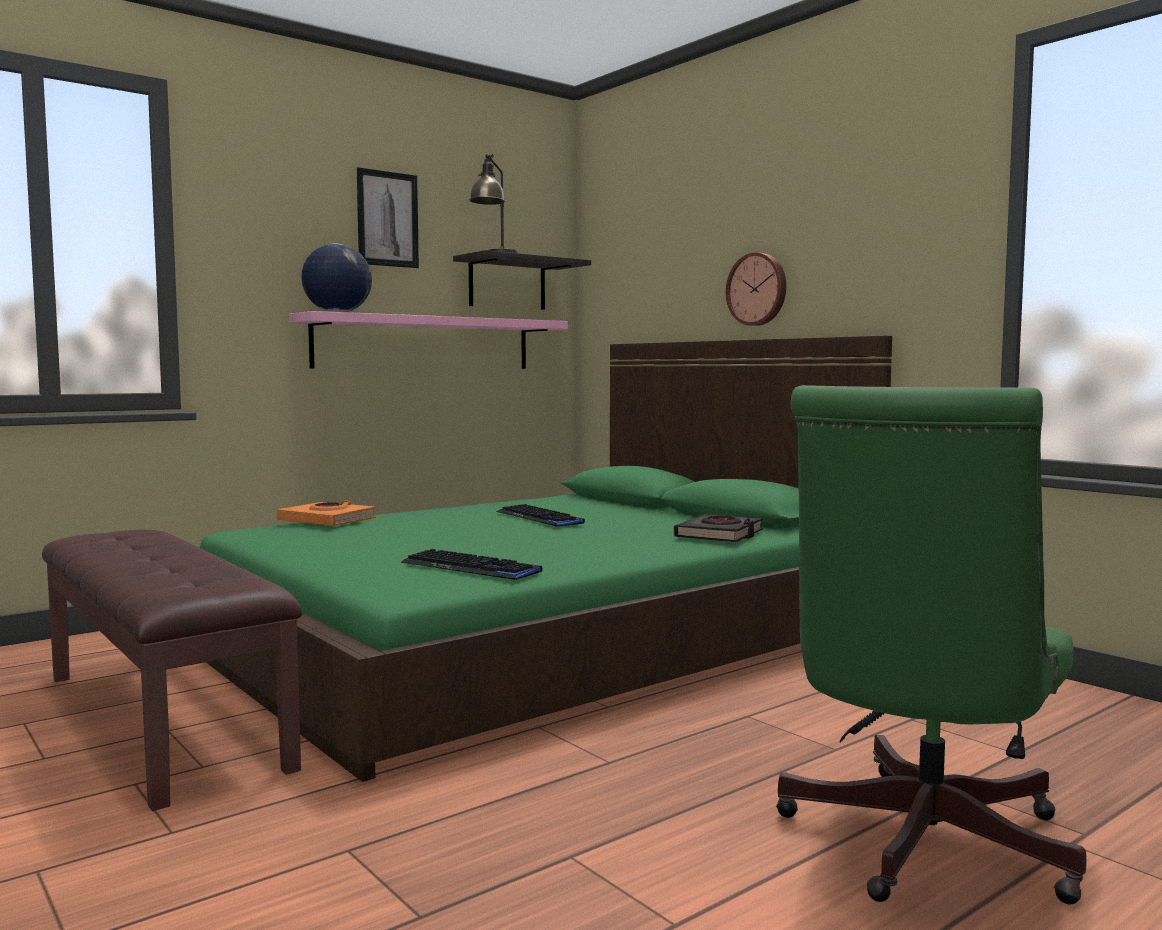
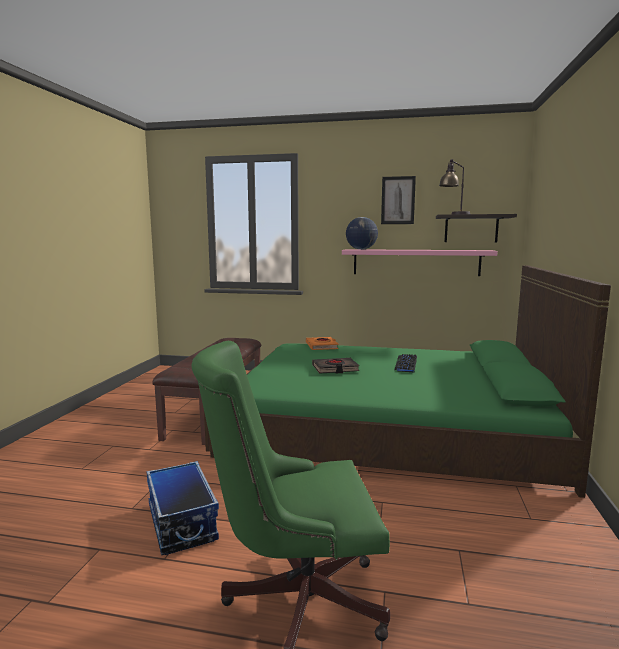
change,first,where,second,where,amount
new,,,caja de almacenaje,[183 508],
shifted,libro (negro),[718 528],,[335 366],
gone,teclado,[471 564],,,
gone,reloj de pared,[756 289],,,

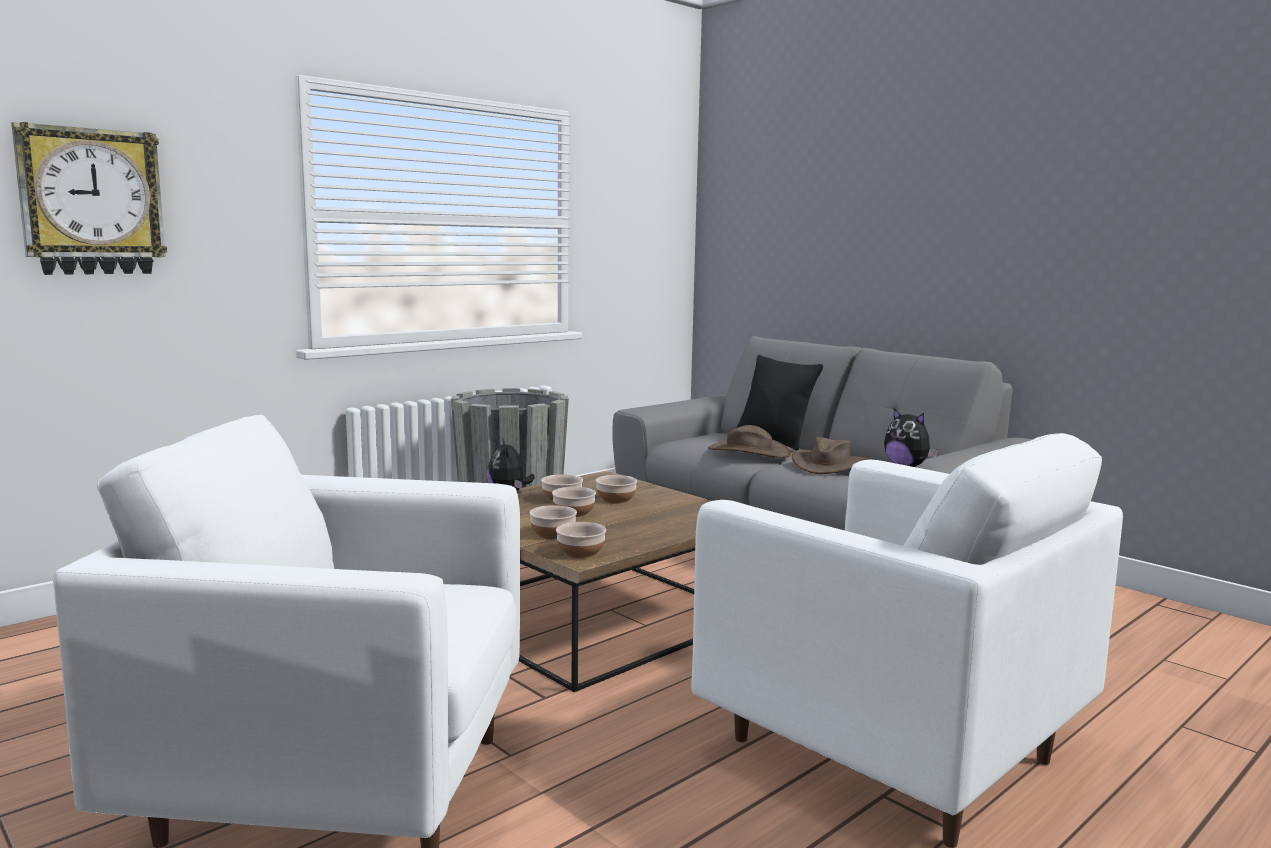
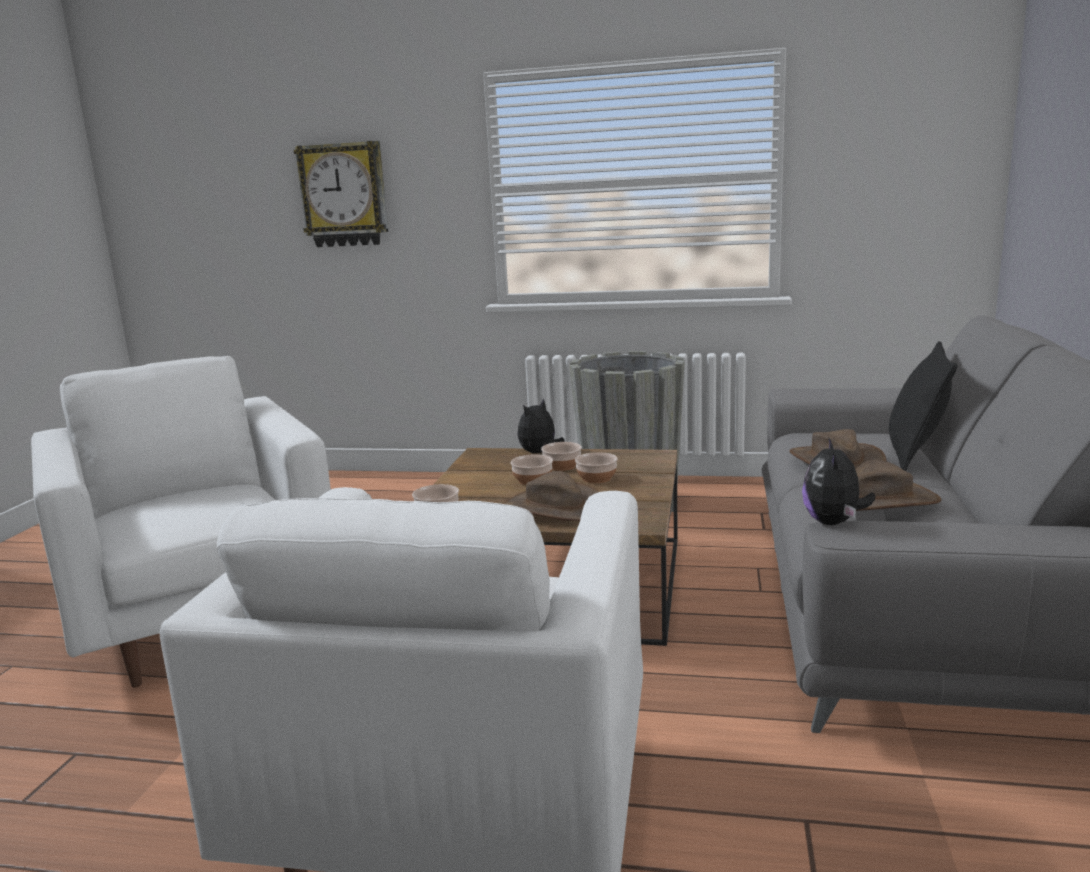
change,first,where,second,where,amount
new,,,sombrero (marrón),[551 496],
gone,cuenco,[553 522],,,

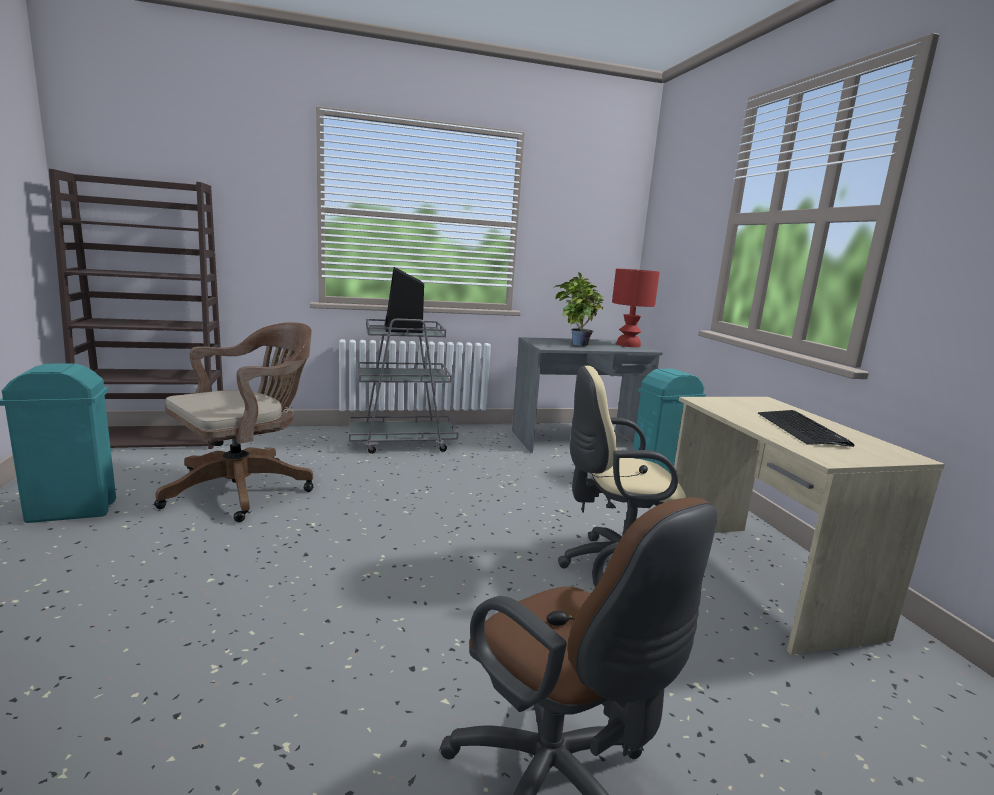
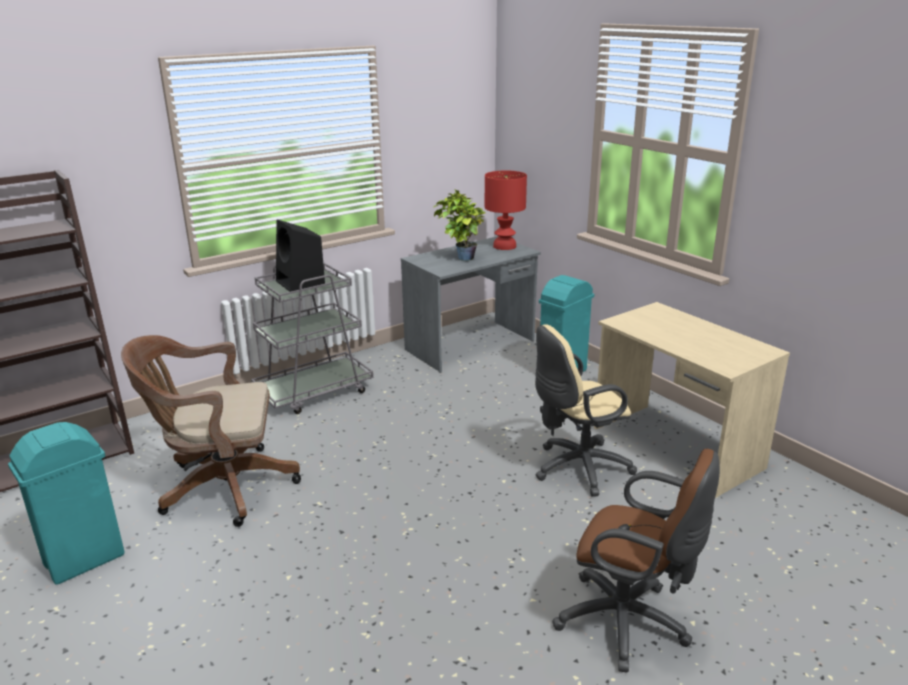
change,first,where,second,where,amount
rotated,silla de oficina (marrón),[233 422],,[211 431],120 degrees counterclockwise
gone,teclado,[806 428],,,

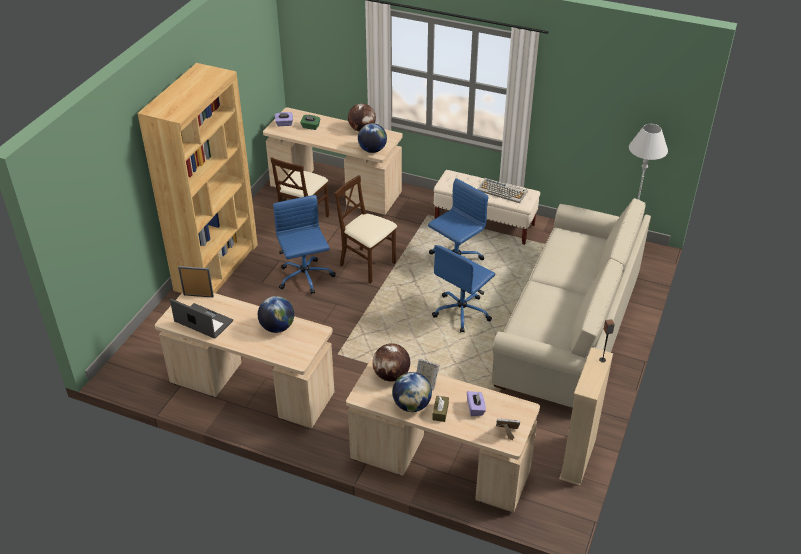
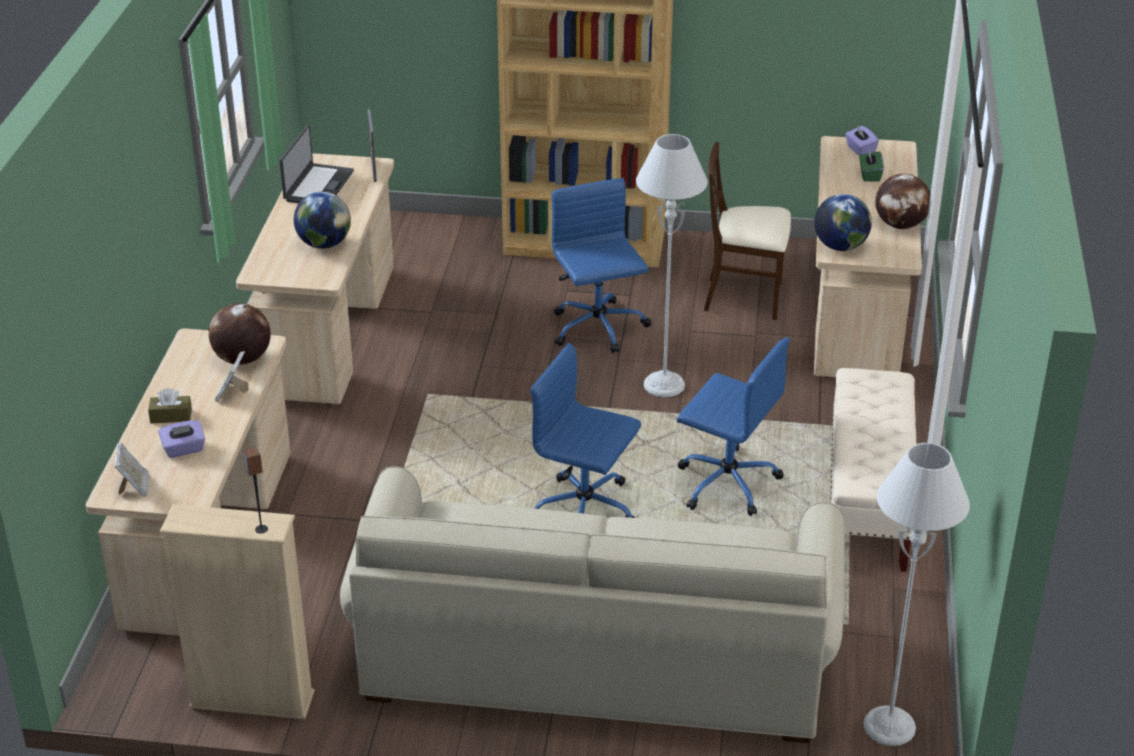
change,first,where,second,where,amount
rotated,silla de oficina (azul),[304 244],,[601 265],75 degrees counterclockwise
swapped,silla (beis),[366 229],lámpara de pie (gris),[672 265],
gone,globo terráqueo,[412 392],,,
gone,teclado,[503 190],,,

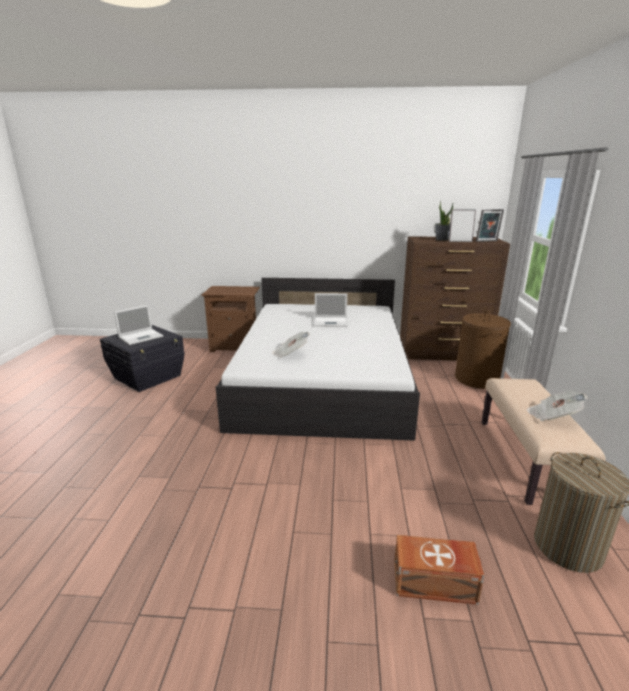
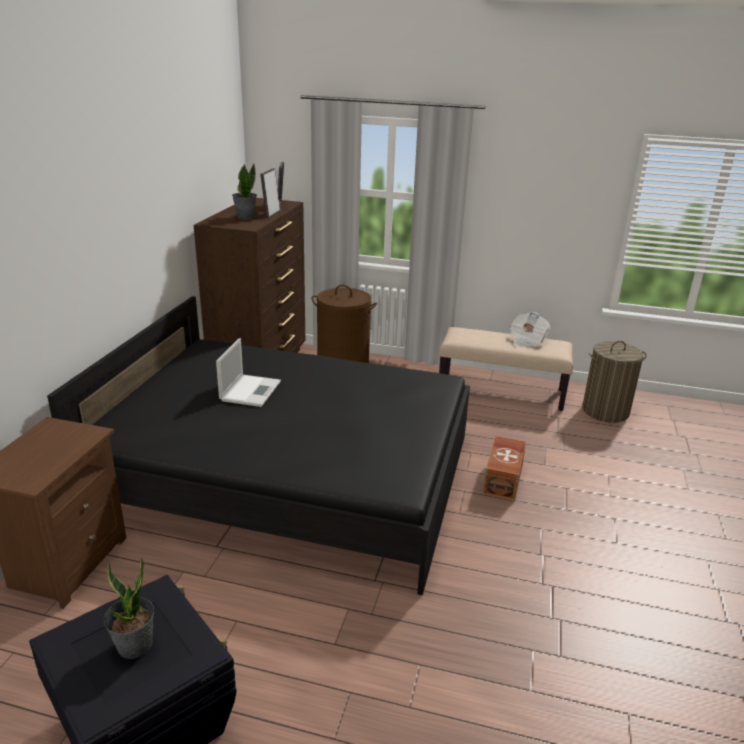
change,first,where,second,where,amount
repainted,cama (blanco),[318 359],cama (negro),[258 445],
swapped,portátil,[138 325],planta en maceta,[129 608],
shifted,caja de almacenaje (marrón),[439 570],,[504 469],
gone,periódico,[291 345],,,

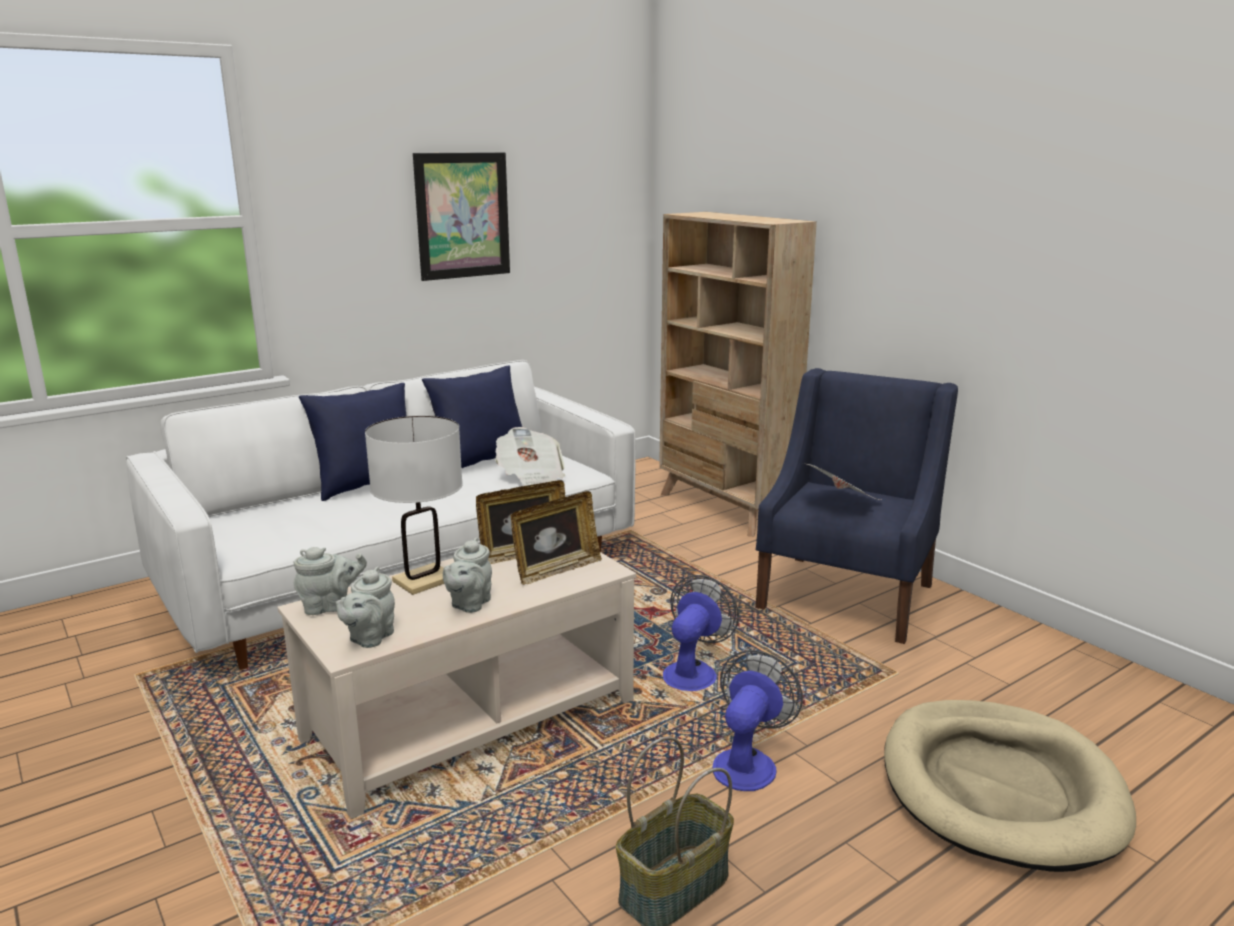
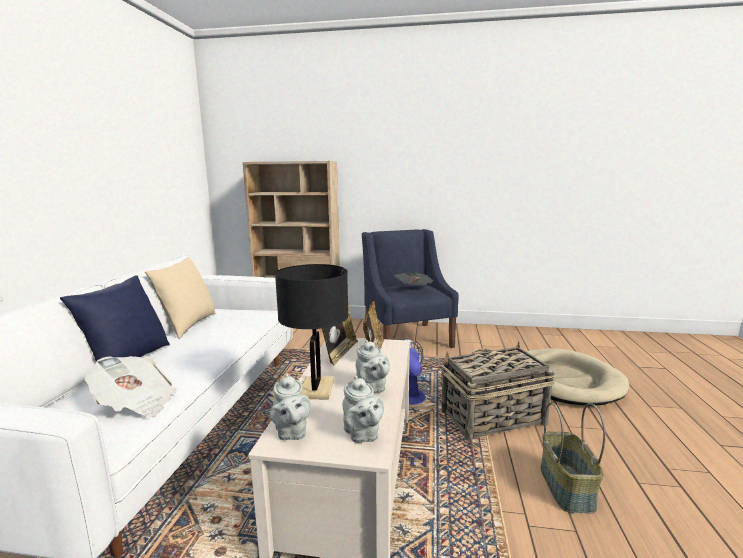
change,first,where,second,where,amount
shifted,periódico,[530 456],,[131 386],
repainted,cojín (azul),[472 417],cojín (beis),[180 298],
rotated,tetera (gris),[330 581],,[290 406],135 degrees clockwise
repainted,lámpara de mesa (blanco),[414 505],lámpara de mesa (negro),[311 332],
swapped,ventilador,[758 720],cesta,[498 391],
gone,cuadro,[461 216],,,

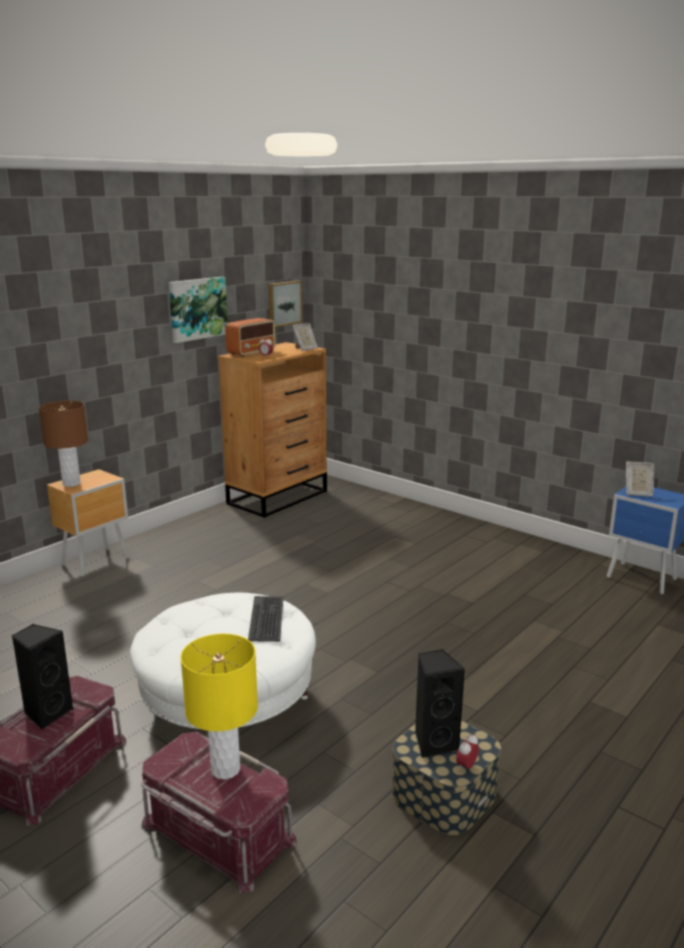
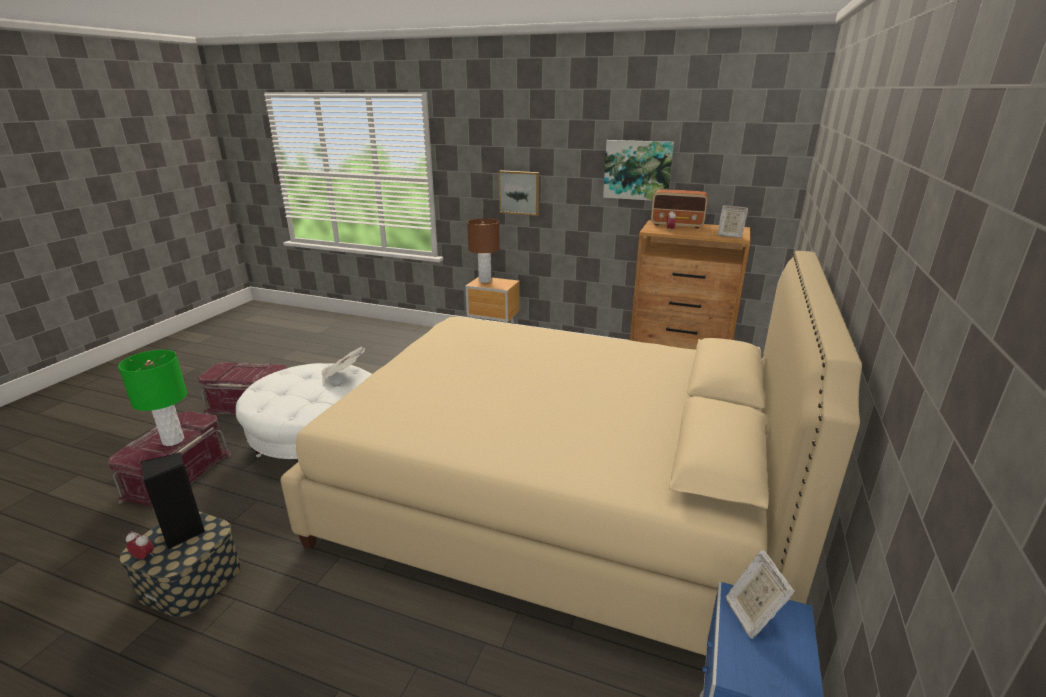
change,first,where,second,where,amount
repainted,lámpara de mesa (amarillo),[219 707],lámpara de mesa (verde),[152 398],
new,,,cama (beis),[571 453],
new,,,periódico,[343 363],
shifted,cuadro,[285 304],,[518 193],
gone,altavoz (negro),[43 677],,,
gone,teclado,[266 619],,,

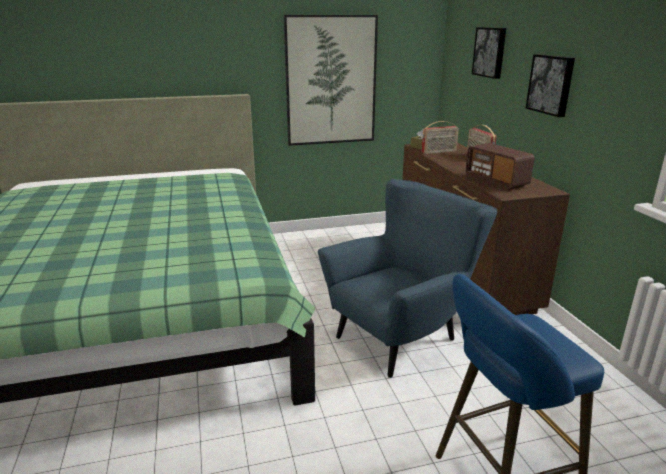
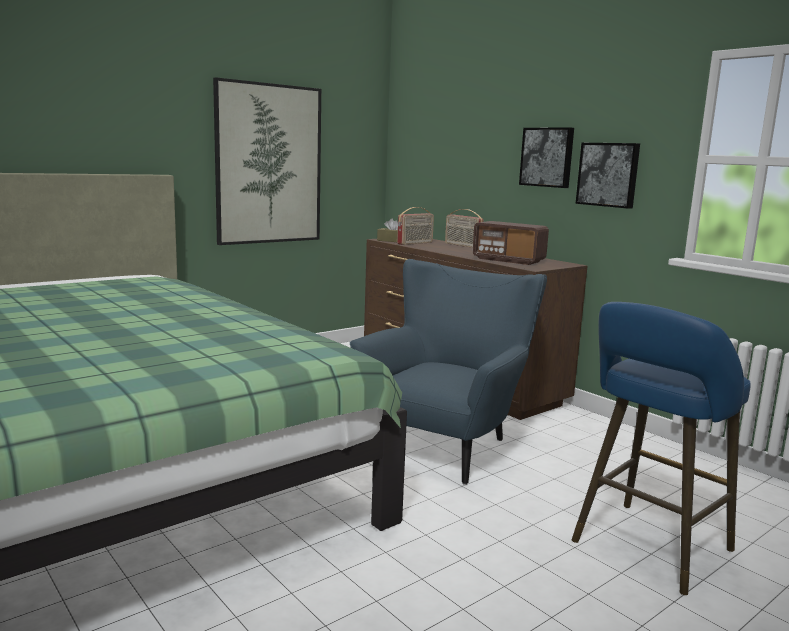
change,first,where,second,where,amount
shifted,cuadro,[489 53],,[608 176],

